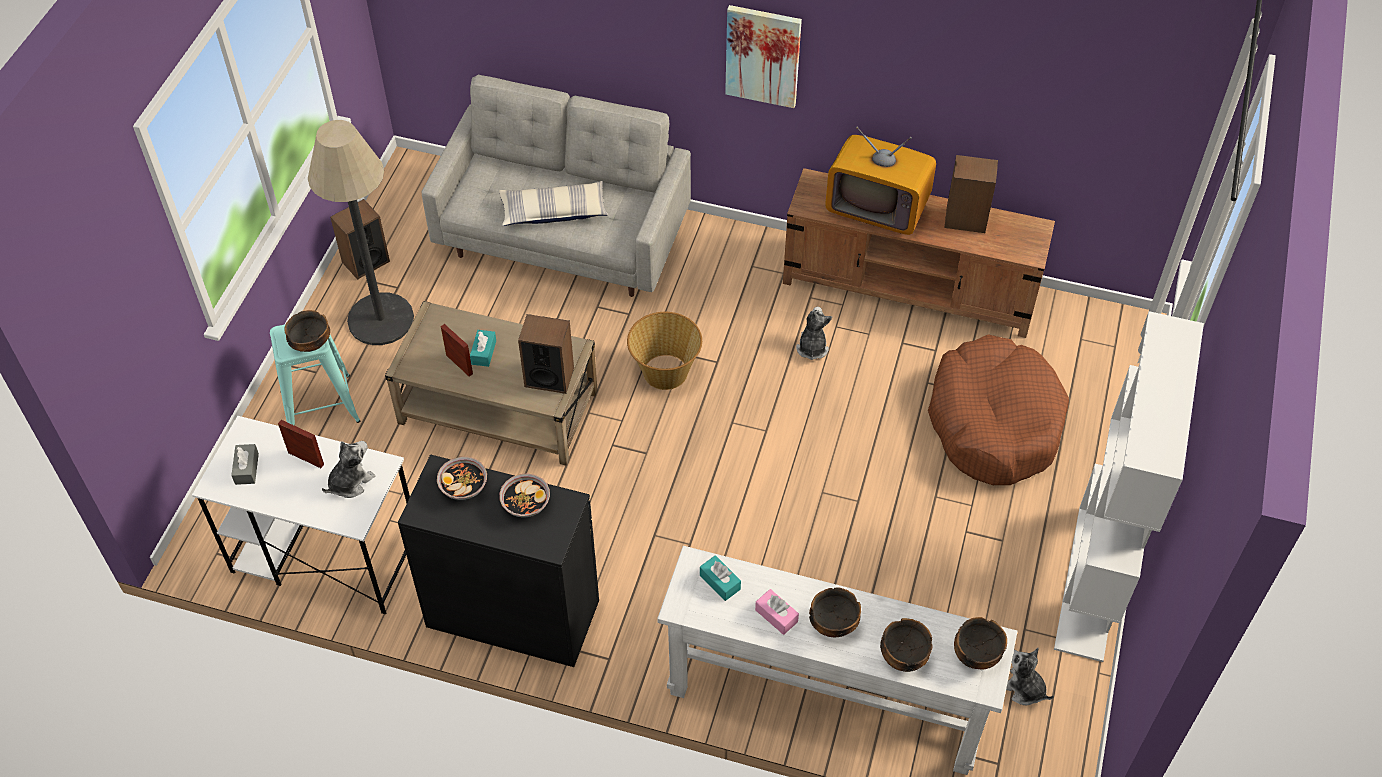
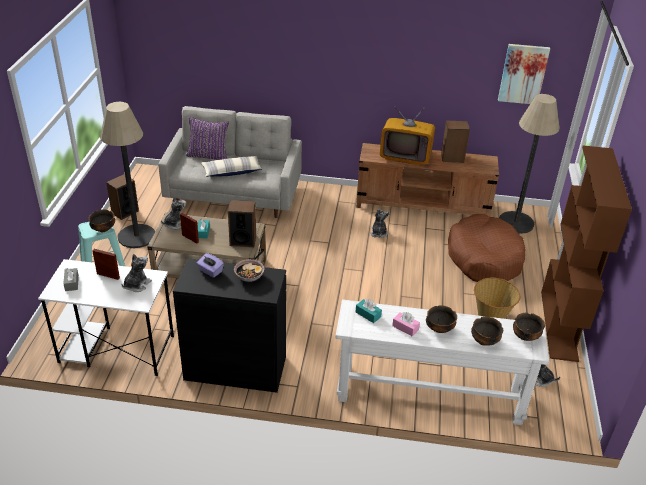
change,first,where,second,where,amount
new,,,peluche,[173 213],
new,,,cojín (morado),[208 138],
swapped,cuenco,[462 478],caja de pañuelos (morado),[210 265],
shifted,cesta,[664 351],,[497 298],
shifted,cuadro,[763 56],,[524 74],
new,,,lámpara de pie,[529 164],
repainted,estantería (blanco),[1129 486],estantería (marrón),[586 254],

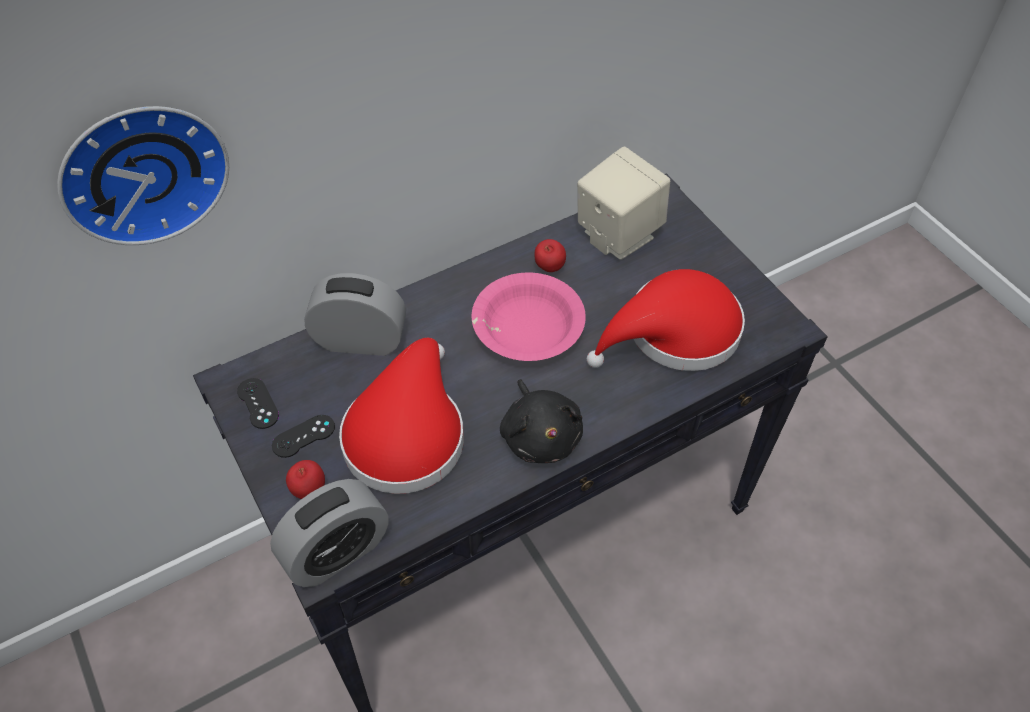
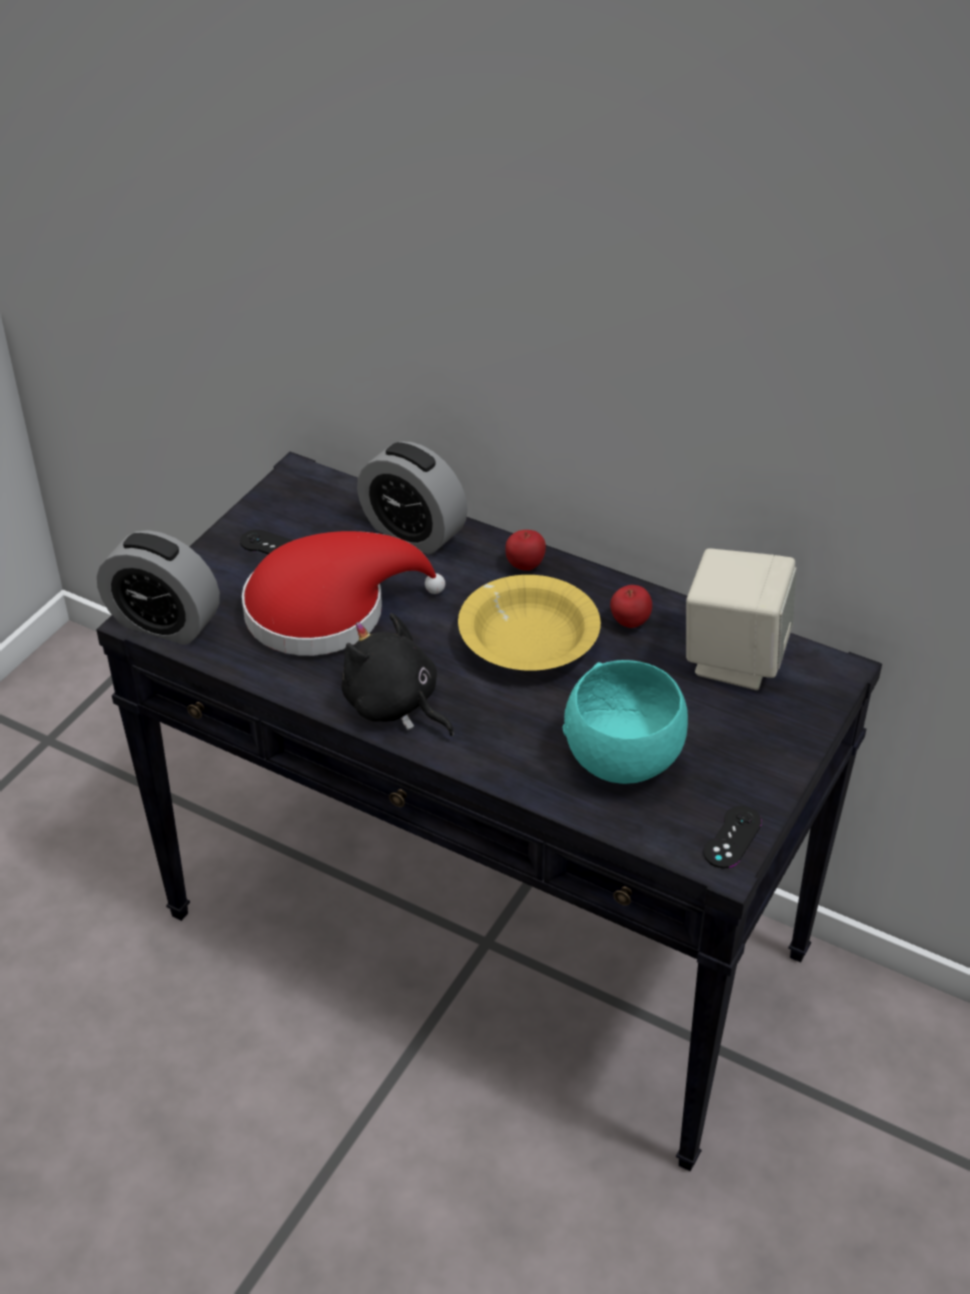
change,first,where,second,where,amount
rotated,peluche (negro),[541 421],,[398 674],90 degrees clockwise
rotated,despertador,[355 314],,[412 498],150 degrees clockwise
repainted,cuenco (rosa),[529 317],cuenco (amarillo),[529 623],
shifted,manzana,[305 479],,[525 550],
swapped,sombrero (rojo),[666 320],cuenco (turquesa),[625 722],
shifted,mando de consola (negro),[258 403],,[732 837],
gone,reloj de pared,[143 175],,,

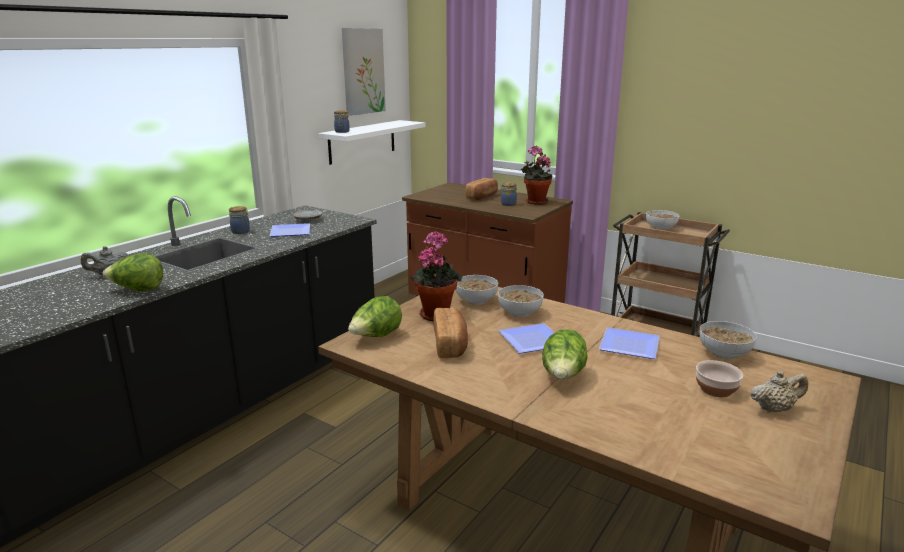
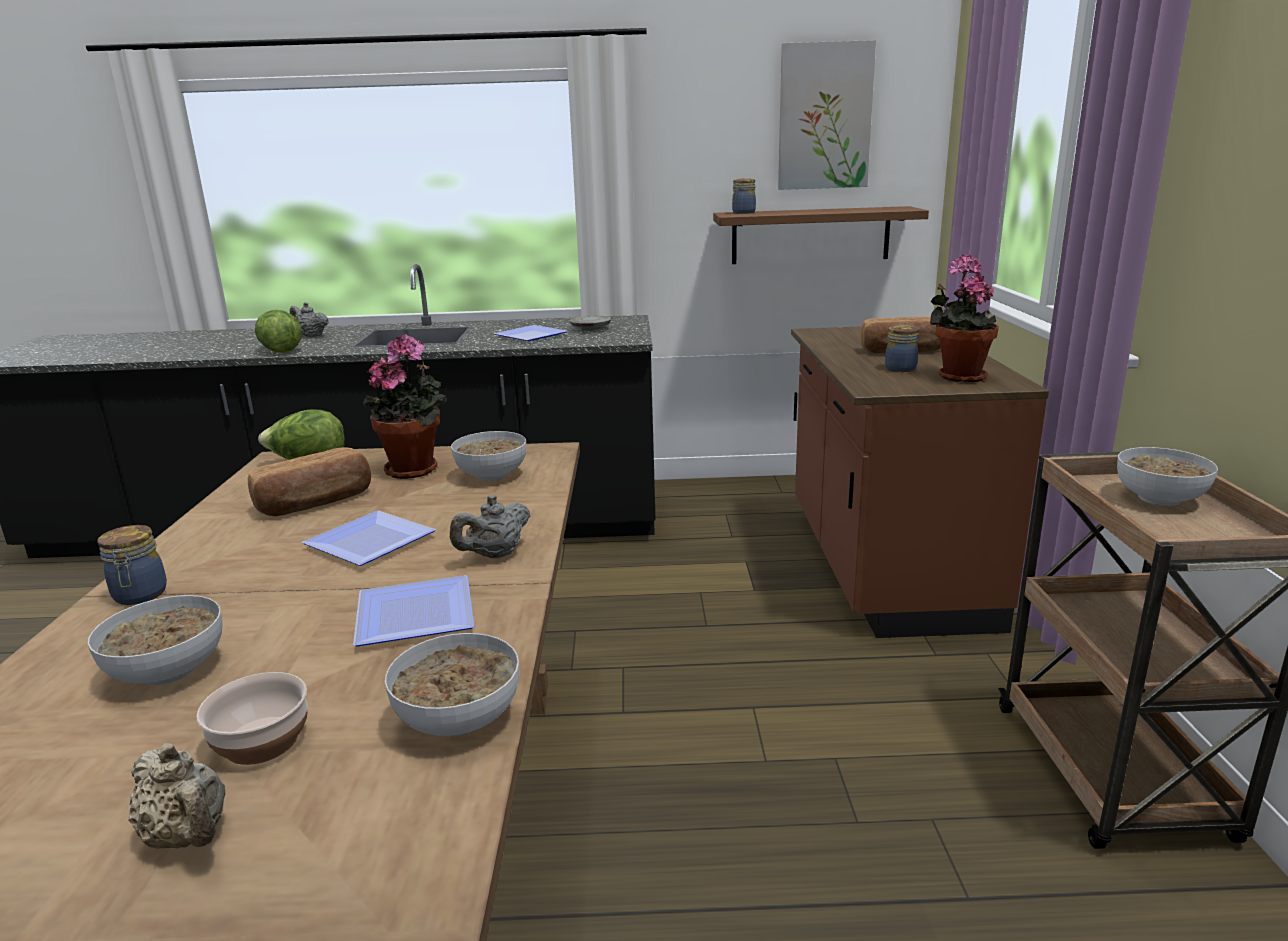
change,first,where,second,where,amount
shifted,cuenco,[521 301],,[155 640],
shifted,tarro,[239 220],,[132 565],
new,,,tetera (gris),[490 526],
repainted,estante (blanco),[371 142],estante (marrón),[821 235],
gone,lechuga,[564 354],,,

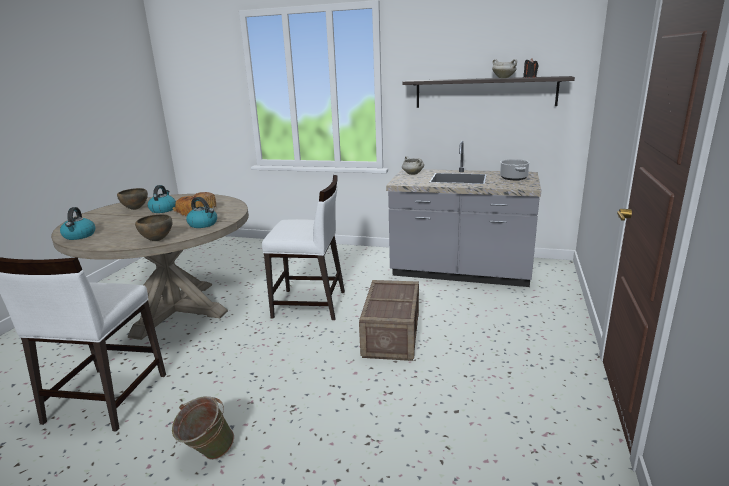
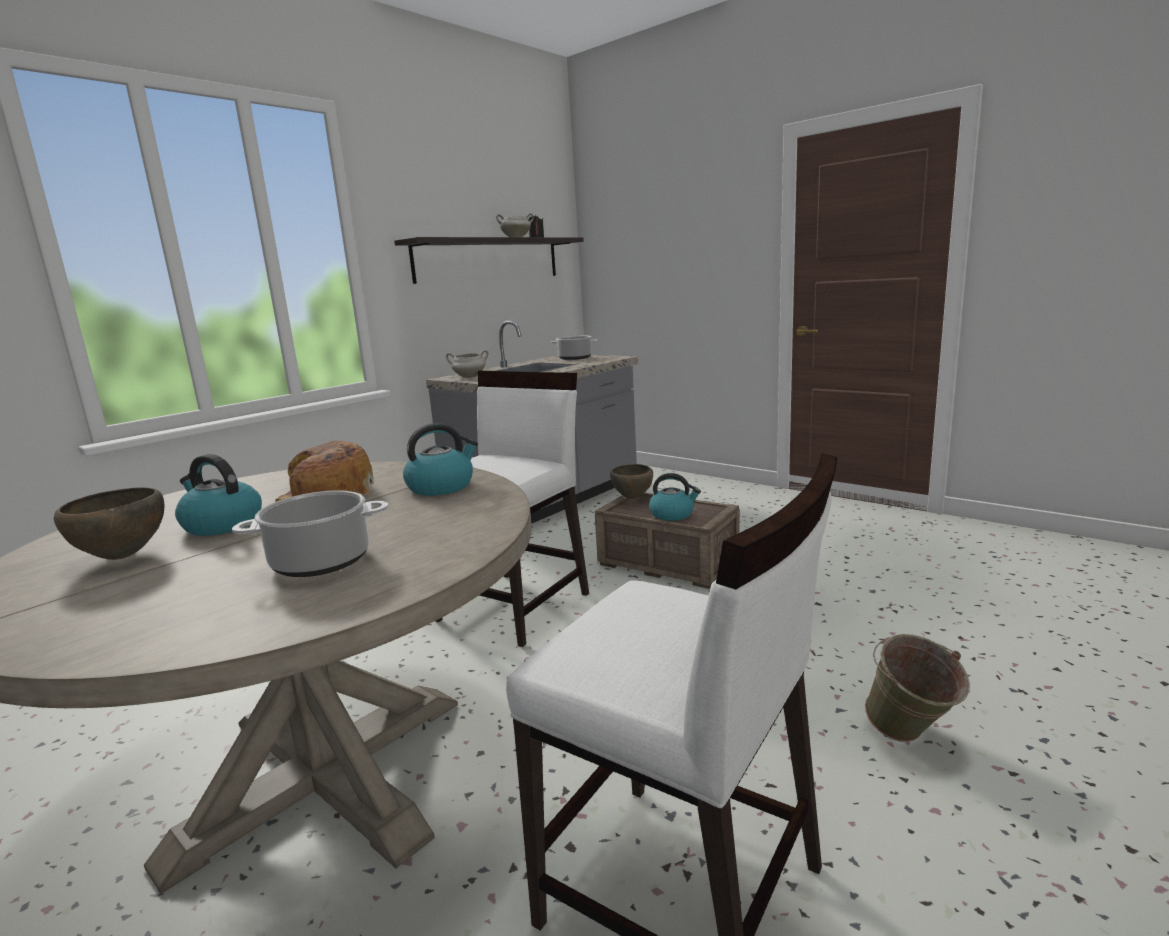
change,first,where,second,where,amount
new,,,olla,[310 533],
shifted,cuenco (marrón),[153 227],,[631 481],
shifted,hervidor,[77 223],,[675 497],

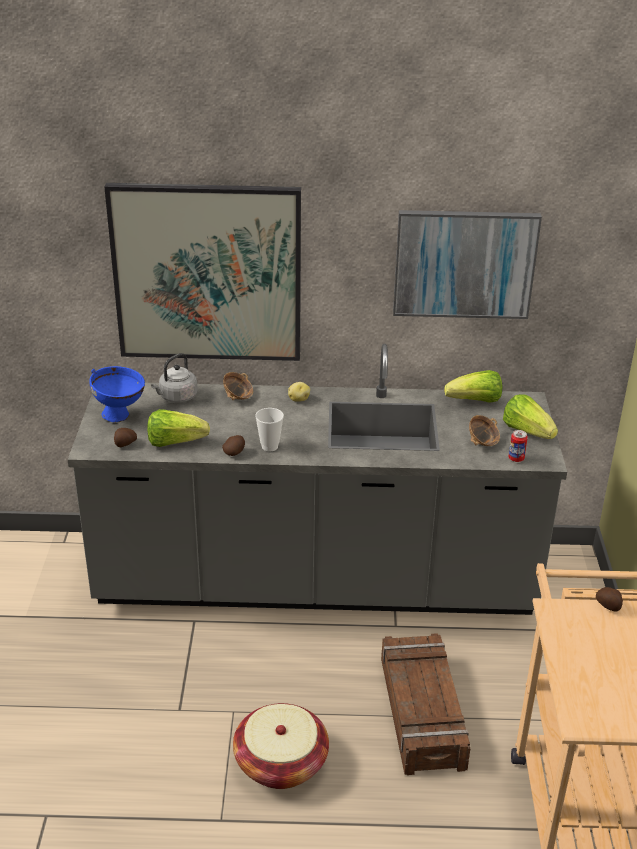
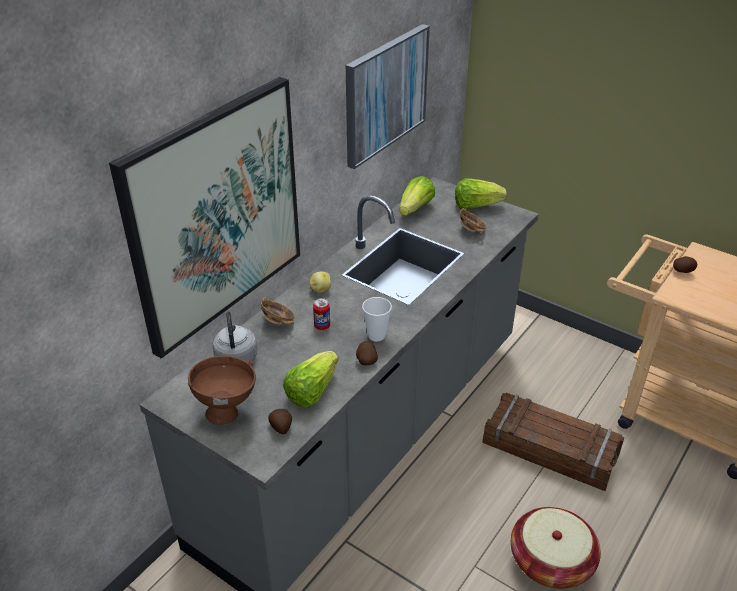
change,first,where,second,where,amount
repainted,cuenco (azul),[117 394],cuenco (marrón),[222 390],
shifted,lata,[518 446],,[321 314],

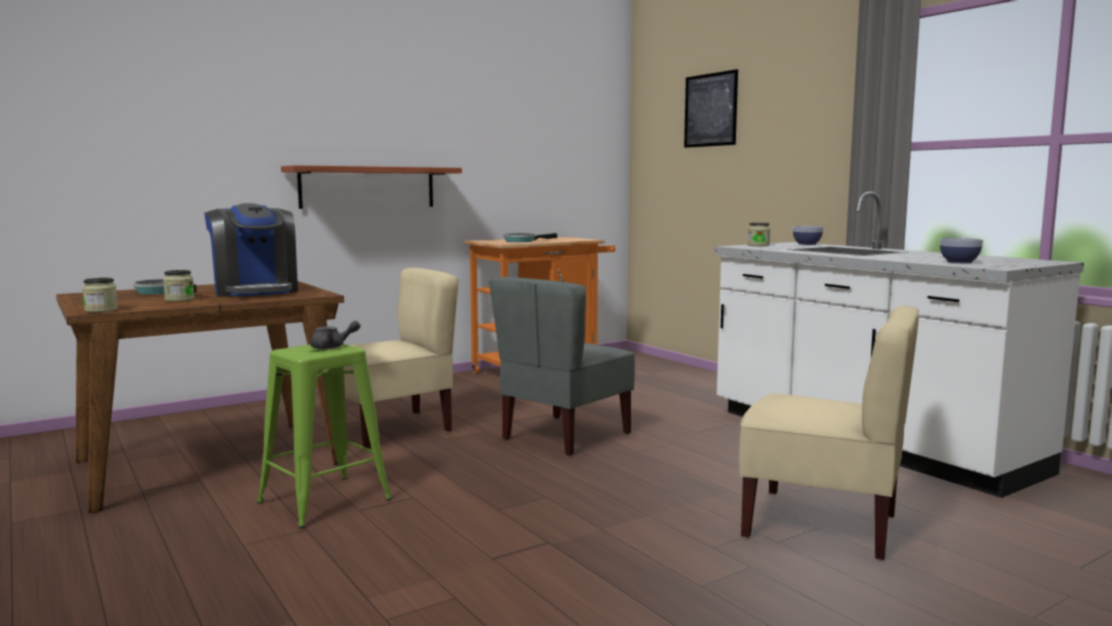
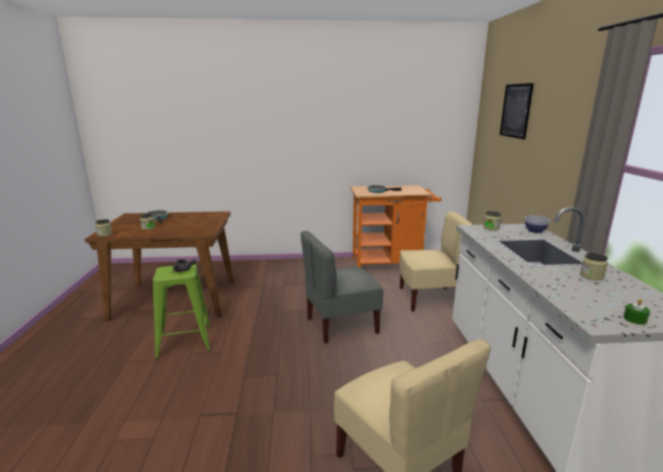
change,first,where,second,where,amount
shifted,silla (beis),[401 358],,[435 261],
new,,,tarro,[594 266],
new,,,vela (verde),[637 312],
gone,cafetera,[251 250],,,
gone,estante,[371 187],,,
gone,cuenco,[961 250],,,

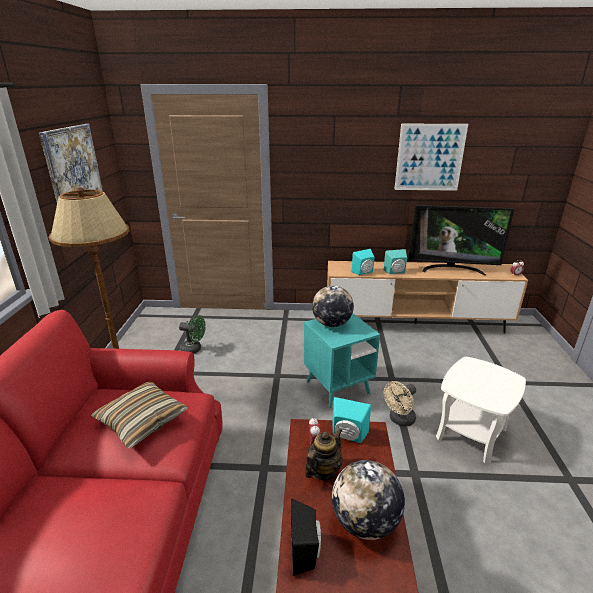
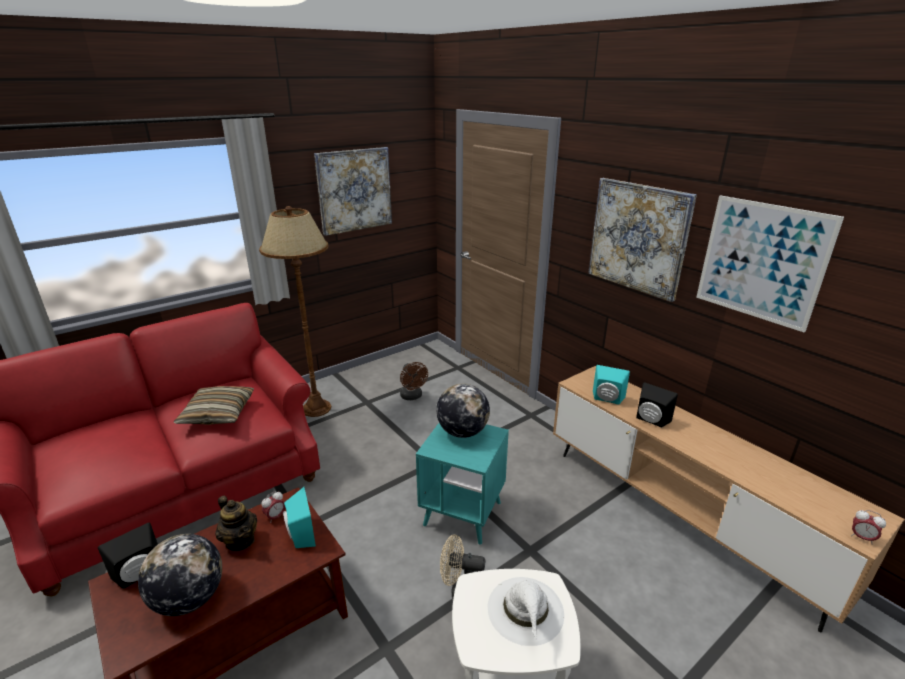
change,first,where,second,where,amount
rotated,tetera,[324 454],,[236 523],45 degrees clockwise
repainted,ventilador (verde),[192 334],ventilador (marrón),[414 381],
new,,,sombrero (blanco),[526 611],
new,,,cuadro,[642 240],
repainted,altavoz (turquesa),[395 261],altavoz (negro),[657 405],
gone,televisor,[461 240],,,

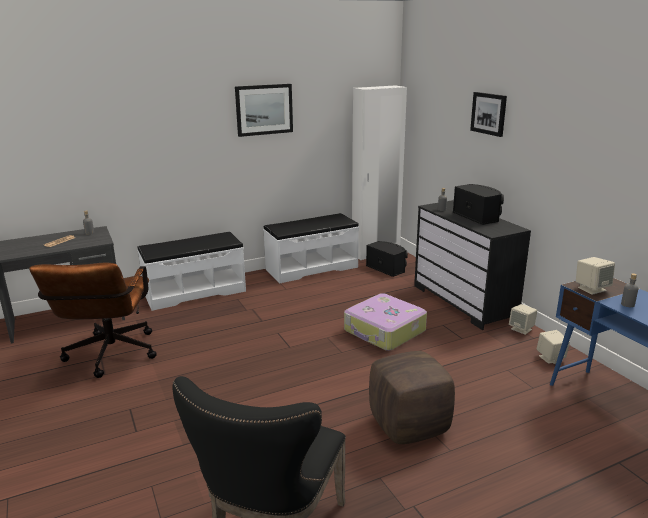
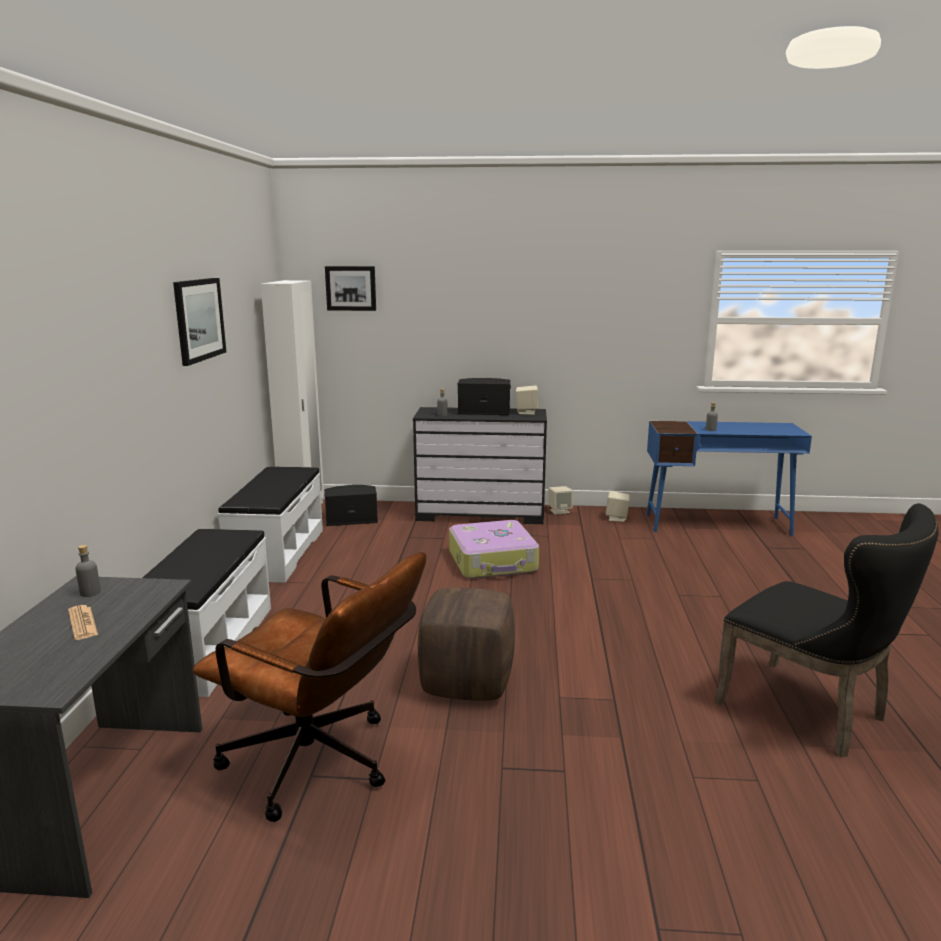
change,first,where,second,where,amount
shifted,cuadro,[488 114],,[350 288],
shifted,puf (marrón),[412 397],,[466 644],
shifted,altavoz (beis),[595 276],,[527 400],

